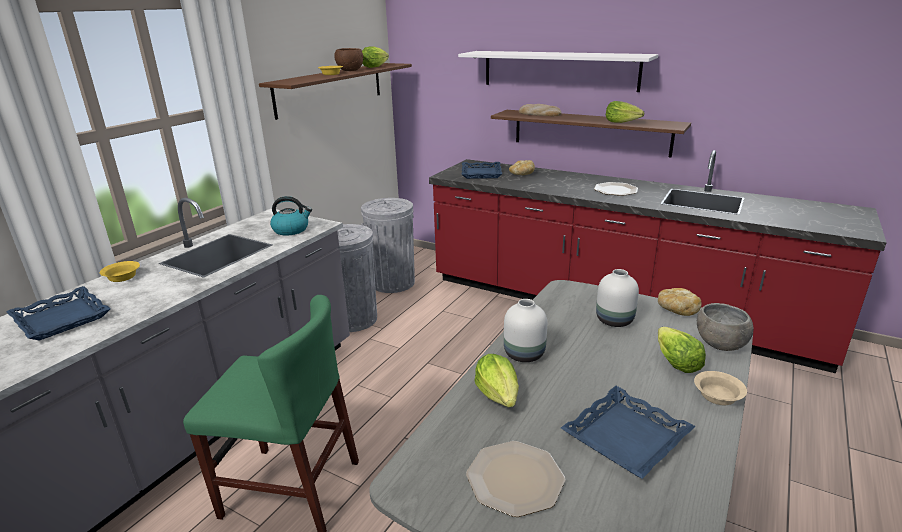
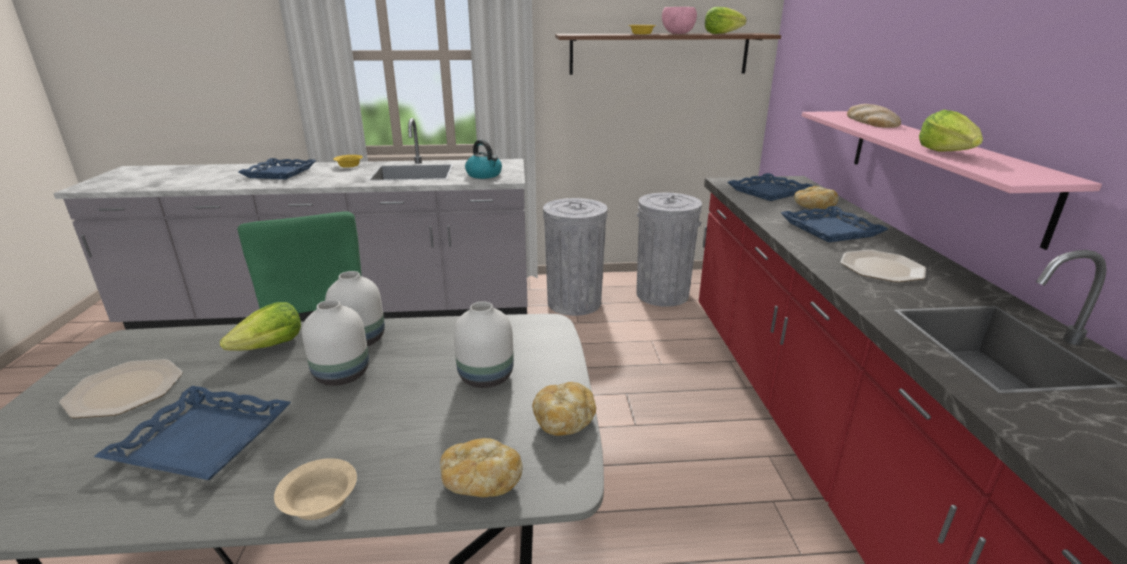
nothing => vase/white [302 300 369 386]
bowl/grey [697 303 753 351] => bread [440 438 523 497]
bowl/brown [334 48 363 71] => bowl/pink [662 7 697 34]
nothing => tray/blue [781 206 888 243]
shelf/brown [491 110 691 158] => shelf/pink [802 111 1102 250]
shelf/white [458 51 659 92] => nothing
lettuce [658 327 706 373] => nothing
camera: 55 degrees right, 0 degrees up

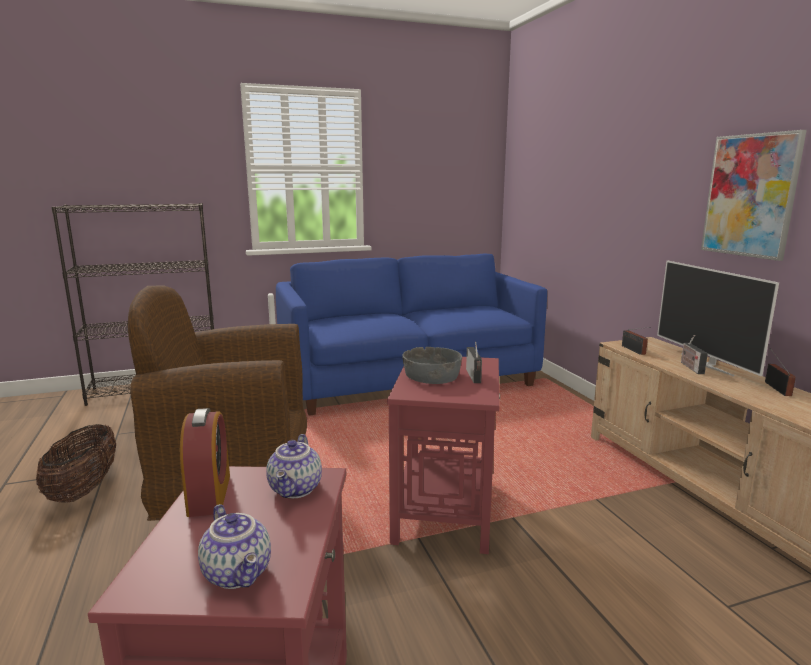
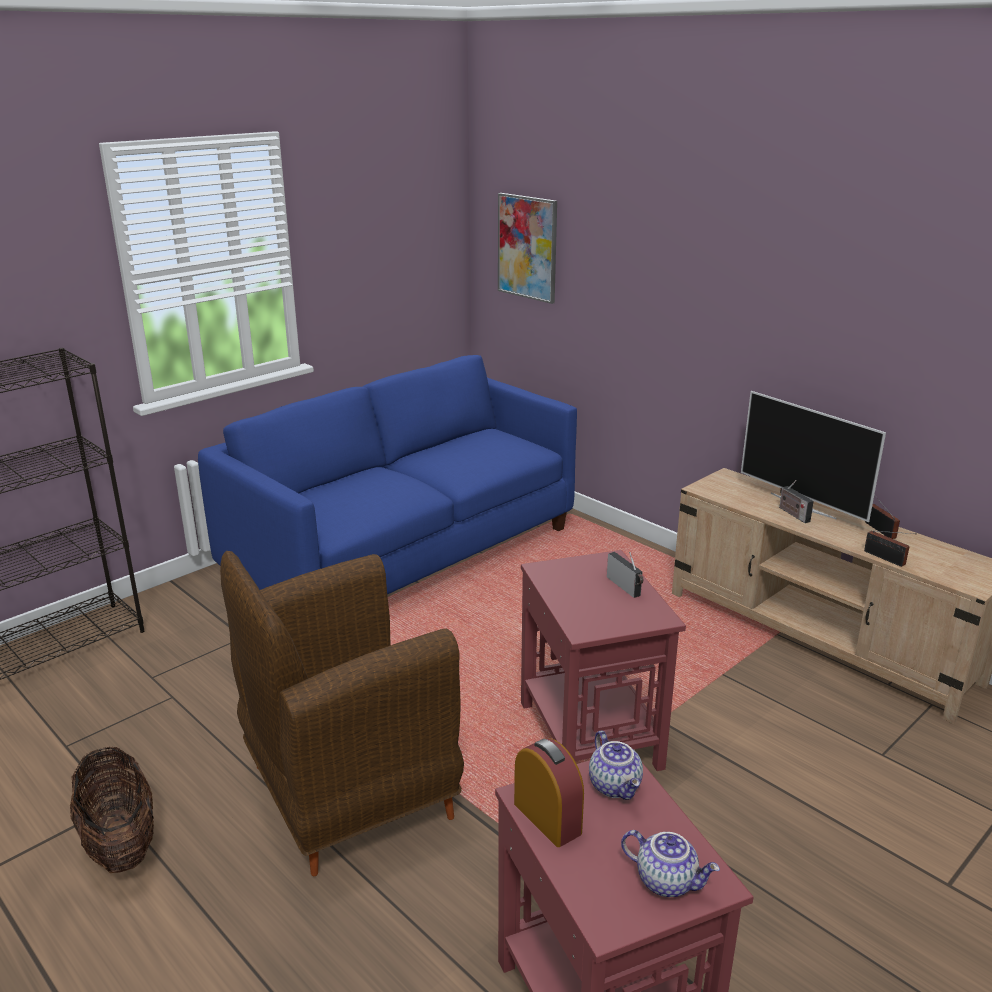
picture [701 130 807 261] => picture [498 193 557 304], moved
radio [622 327 651 355] => radio [864 531 916 567], moved
bowl/grey [402 347 462 384] => nothing
camera: 25 degrees left, 10 degrees up

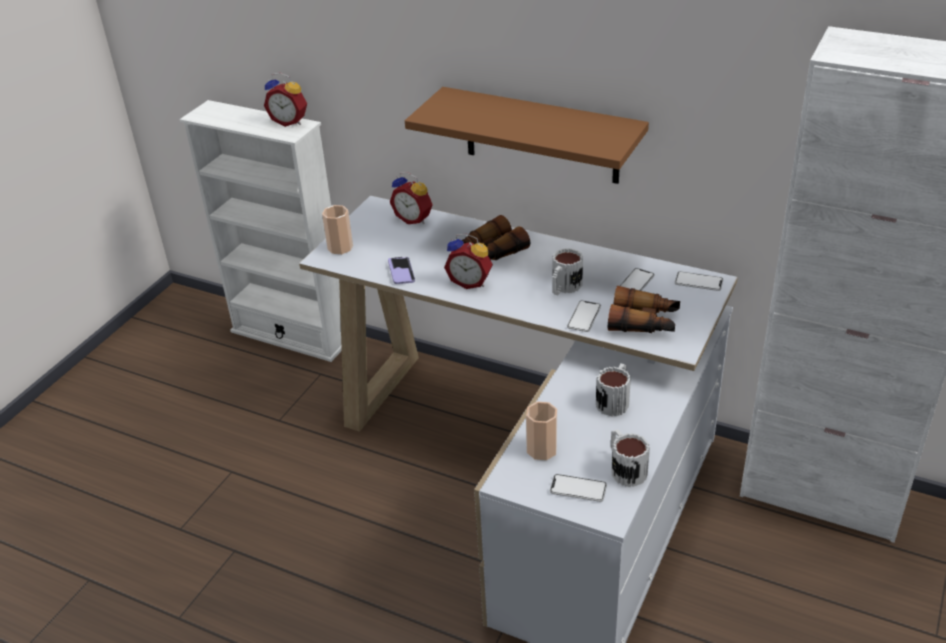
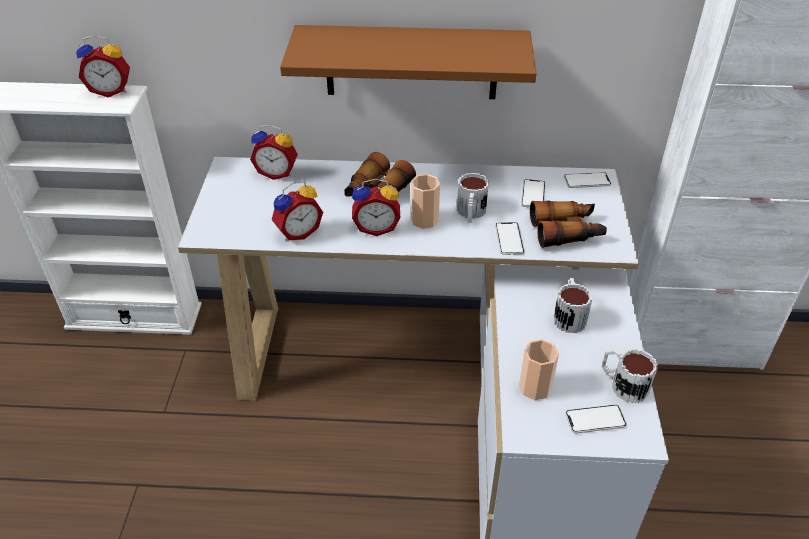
phone [388 257 415 284] => alarm clock [271 181 323 241]
cup [322 205 353 254] => cup [411 174 440 229], moved
camera: 25 degrees left, 5 degrees up

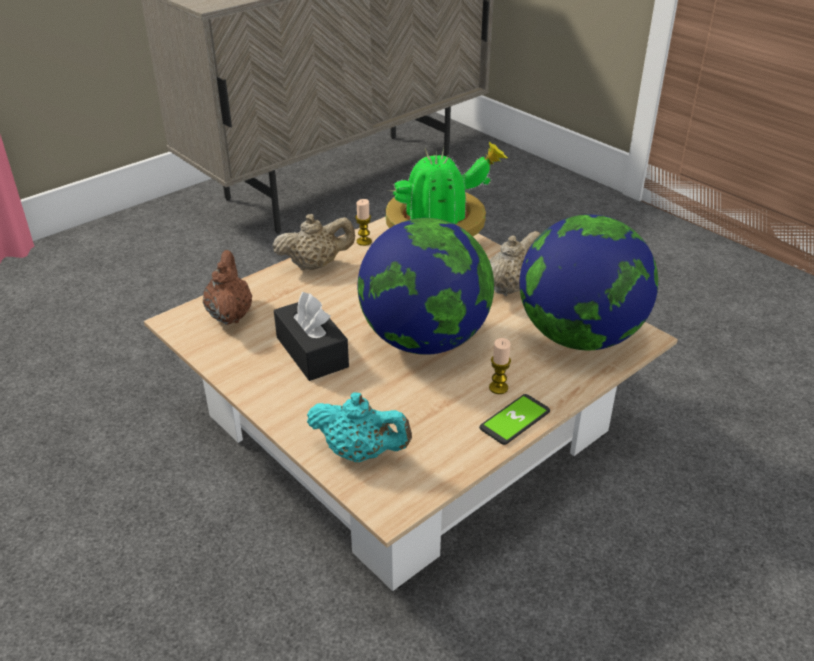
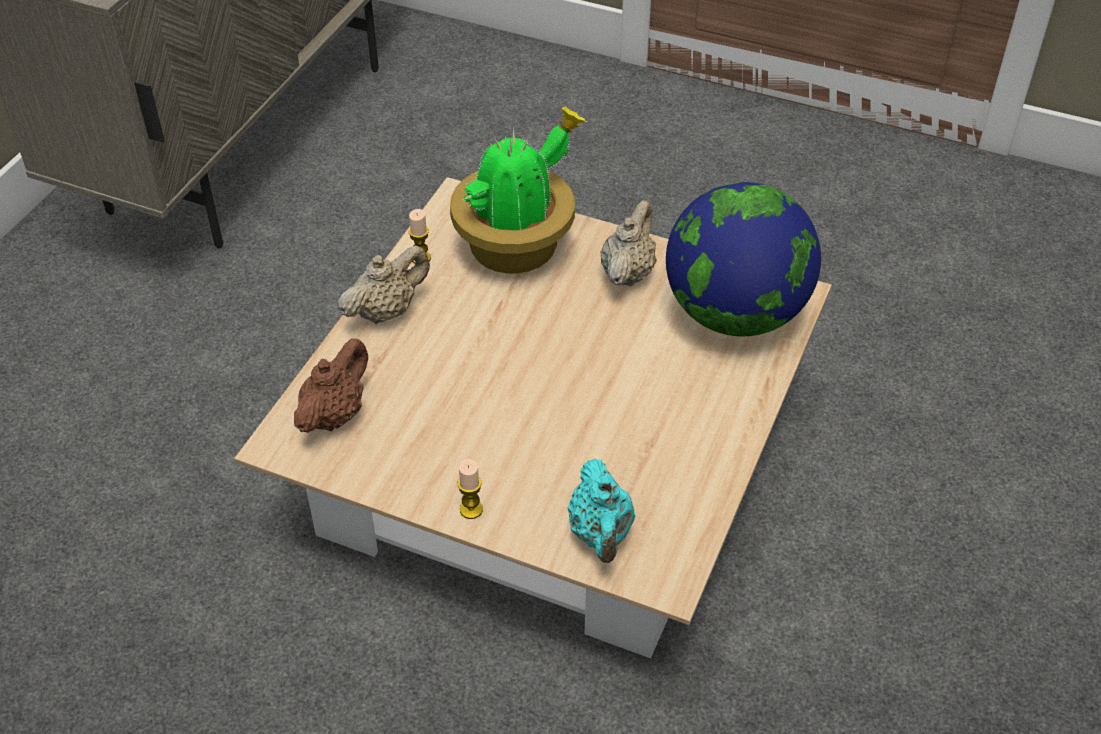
teapot/brown [203 250 252 325] => teapot/brown [294 338 368 433], 60 degrees clockwise
candle [489 338 511 394] => candle [457 459 483 519], moved
teapot/turquoise [307 392 412 462] => teapot/turquoise [568 459 635 563], 90 degrees clockwise
tissue box/black [274 292 349 381] => nothing
globe [358 218 494 355] => nothing
phone [479 394 550 445] => nothing
camera: 25 degrees left, 10 degrees up

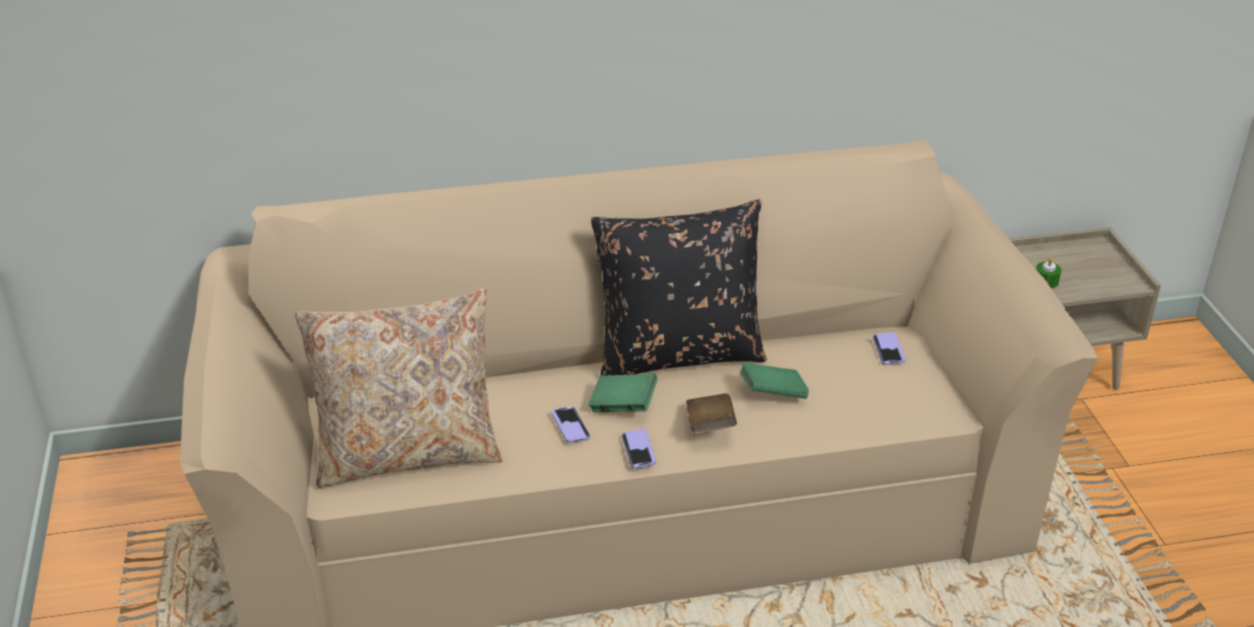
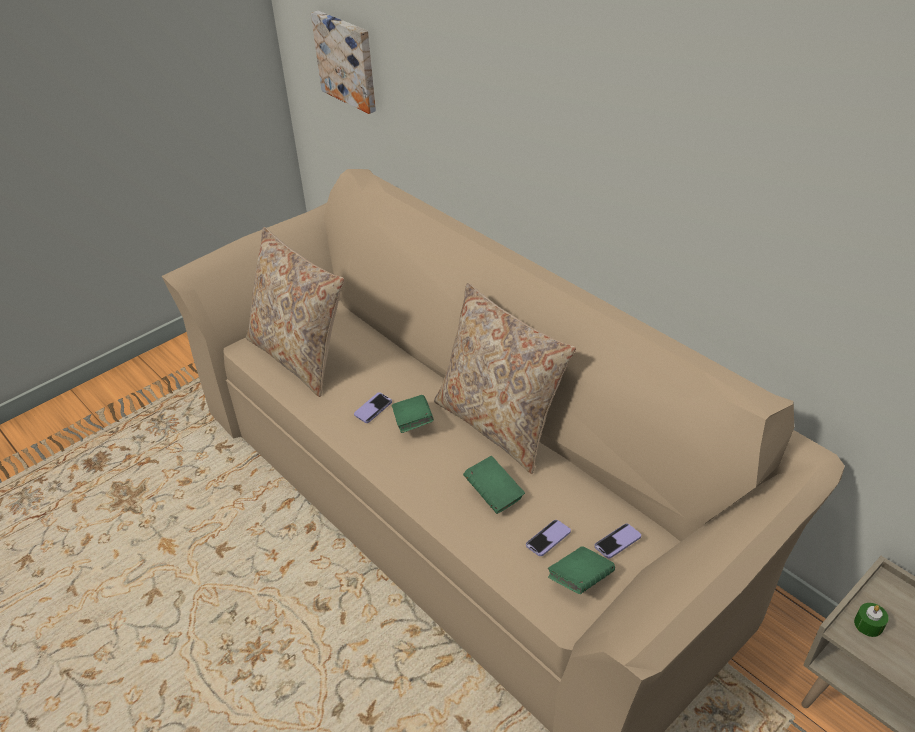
nothing => picture [311 11 376 114]
pillow/black [591 200 767 376] => pillow/beige [434 283 576 474]
phone [622 429 656 469] => phone [526 520 571 556], moved
nothing => book/green [548 546 615 594]
book/brown [686 393 737 435] => nothing
camera: 60 degrees right, 5 degrees up

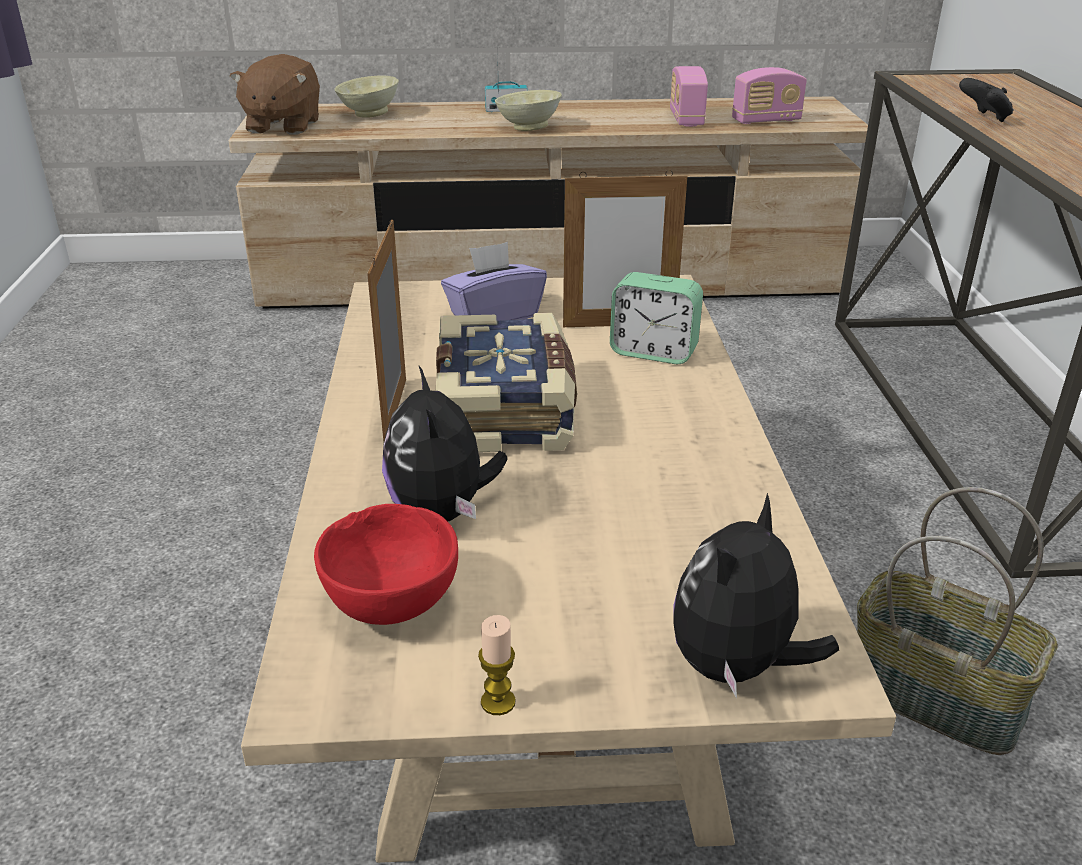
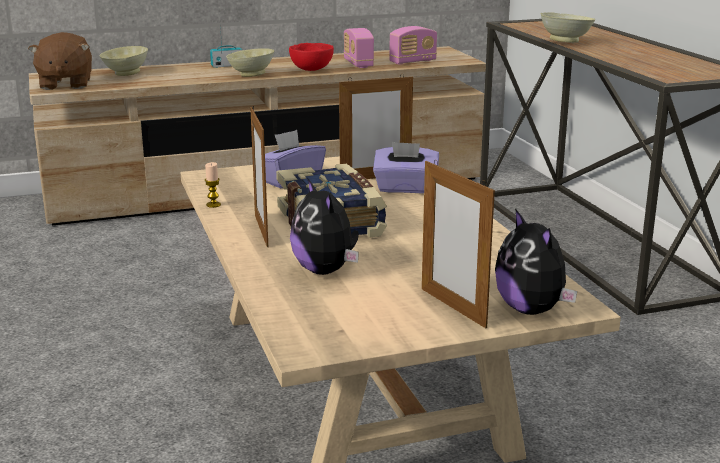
candle [478 615 515 715] => candle [205 162 221 208], moved
bowl/red [314 504 458 625] => bowl/red [289 43 334 71], moved
alarm clock [610 272 703 364] => tissue box/purple [373 142 439 193]
nothing => picture frame [422 160 495 328]
plush toy [673 493 839 698] => plush toy [495 208 577 315], 45 degrees counterclockwise
game controller/black [959 78 1013 122] => bowl/beige [541 12 595 43]
basket [857 487 1058 755] => nothing
camera: 15 degrees left, 10 degrees down

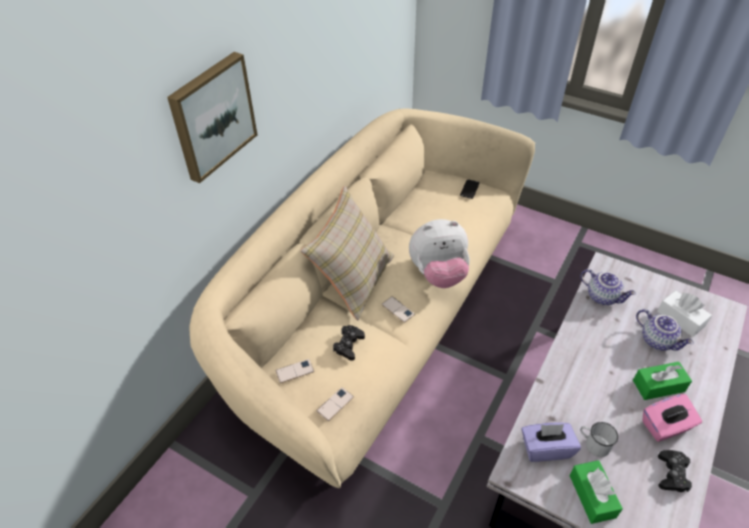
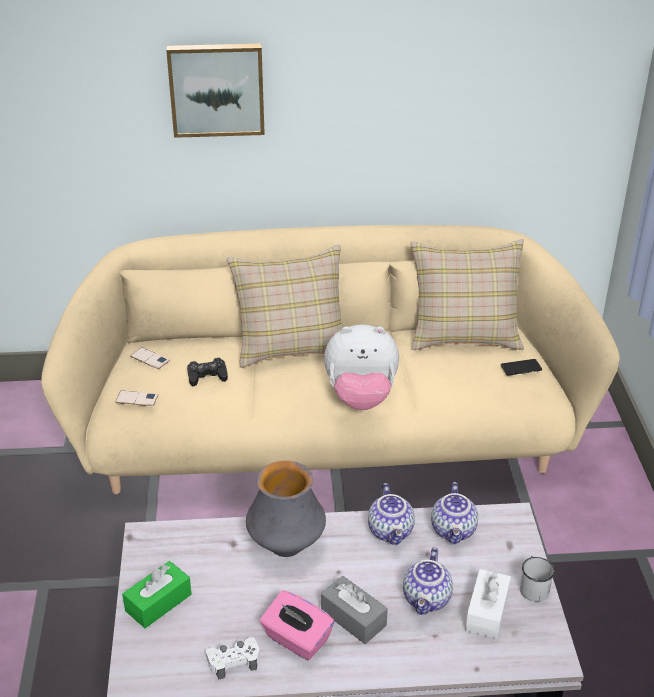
game controller/black [658 450 692 492] => game controller/white [206 637 260 680]
nothing => vase [246 461 326 557]
tissue box/green [633 362 692 400] => tissue box/grey [321 576 388 644]
plush toy [409 219 470 288] => plush toy [324 325 399 410], 45 degrees counterclockwise
nothing => teapot [368 483 415 545]
nothing => pillow/beige [410 239 524 350]
mug/white [580 422 618 457] => mug/white [520 556 555 602], moved
phone [382 296 415 323] => nothing
tissue box/purple [521 422 581 462] => nothing
camera: 55 degrees right, 10 degrees down

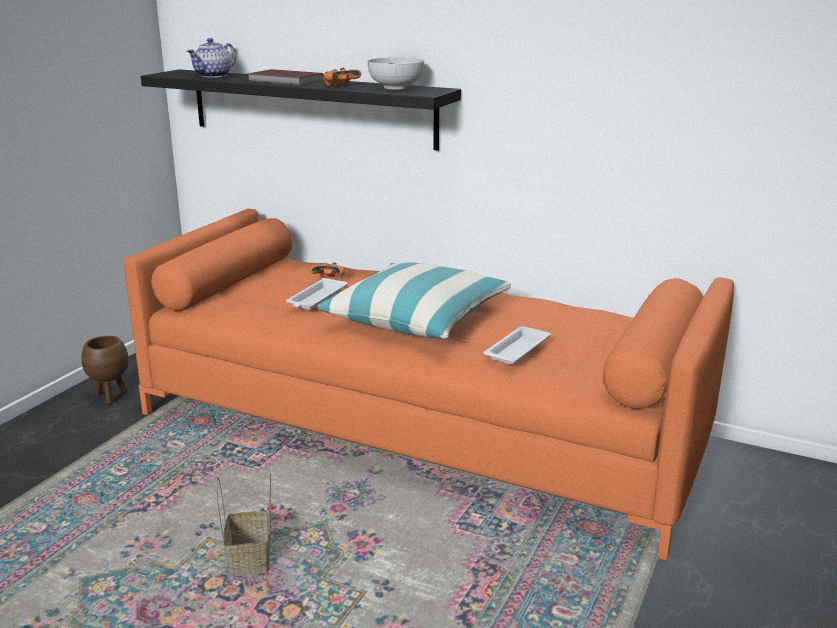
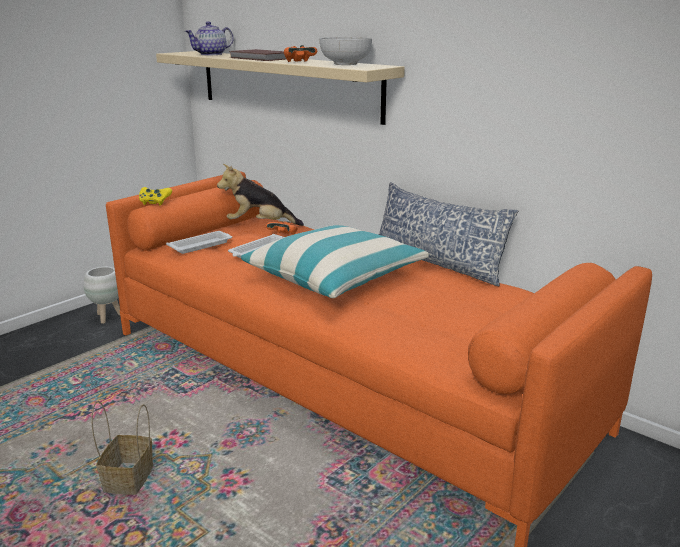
planter/brown [81 336 129 405] => planter/white [84 267 120 324]
nothing => game controller/yellow [139 187 172 206]
shelf/black [141 69 461 150] => shelf/beige [156 51 405 125]
tray/white [483 326 551 364] => tray/white [166 231 232 254], moved
nothing => plush toy [217 164 304 226]
nothing => pillow [378 182 518 286]
camera: 15 degrees right, 0 degrees up

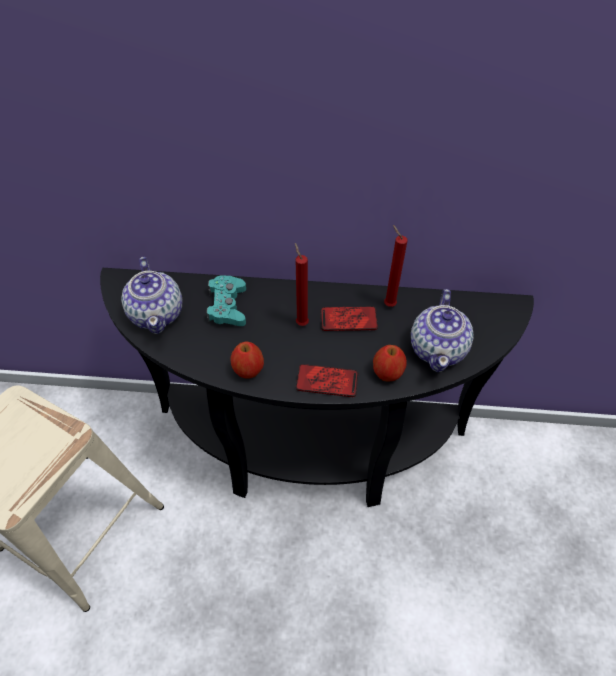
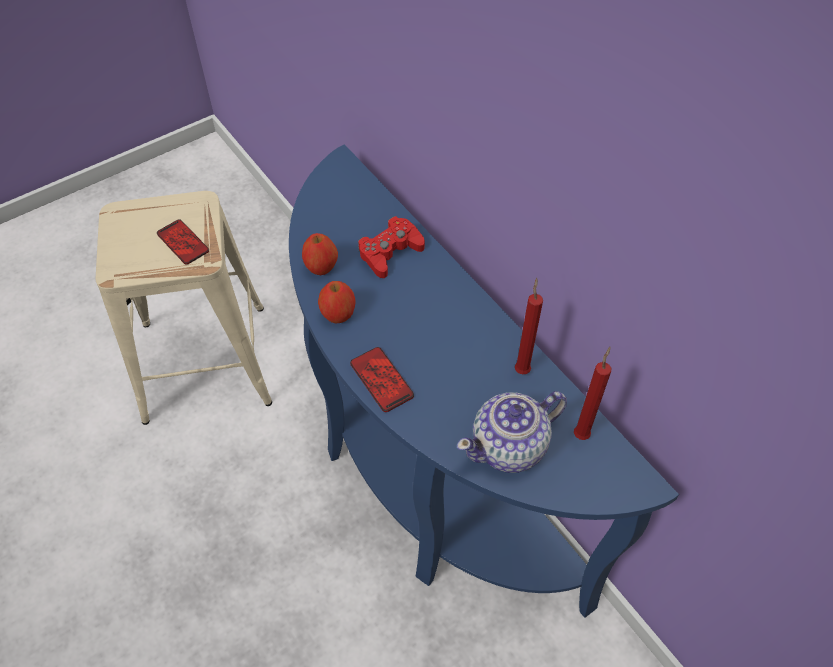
phone [321 306 378 331] => phone [157 219 209 265], moved
console table/black [100 268 534 507] => console table/blue [289 144 679 618]
apple [373 345 407 382] => apple [302 233 338 275], moved
game controller/turquoise [207 275 246 326] => game controller/red [358 216 425 278]
candle/red [295 243 309 326] => candle/red [574 347 611 440], moved
teapot [121 257 182 334] => nothing
camera: 50 degrees right, 0 degrees up

